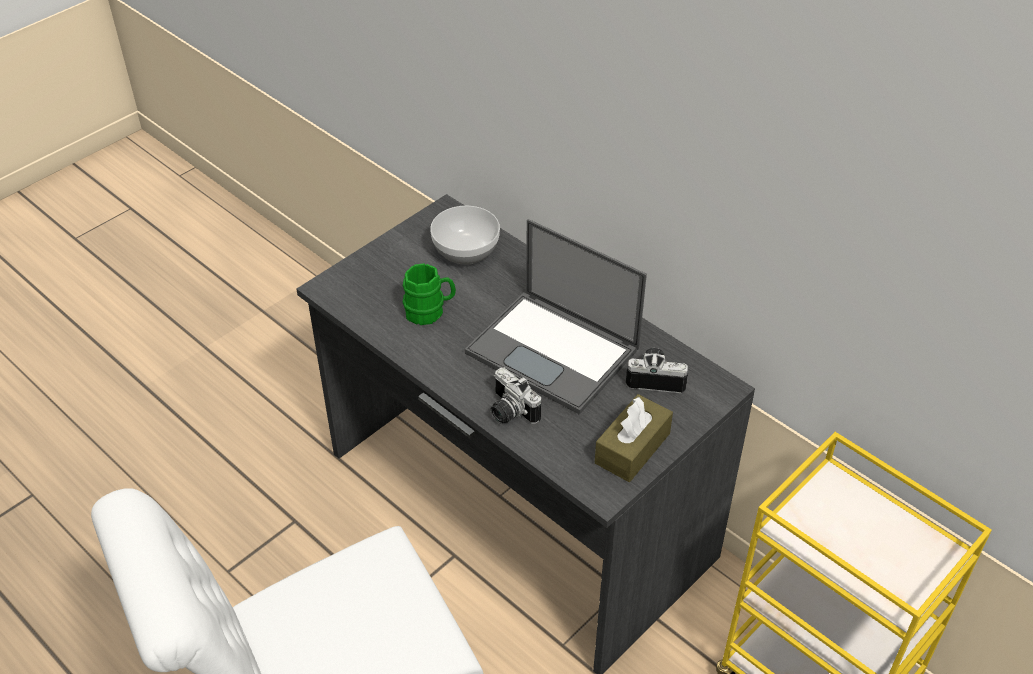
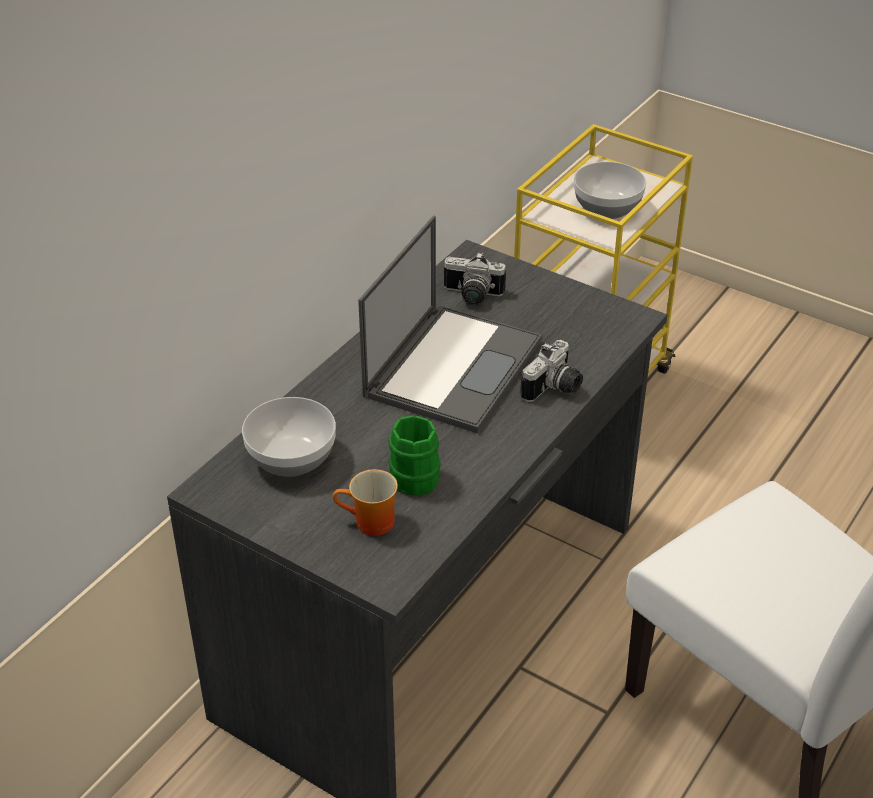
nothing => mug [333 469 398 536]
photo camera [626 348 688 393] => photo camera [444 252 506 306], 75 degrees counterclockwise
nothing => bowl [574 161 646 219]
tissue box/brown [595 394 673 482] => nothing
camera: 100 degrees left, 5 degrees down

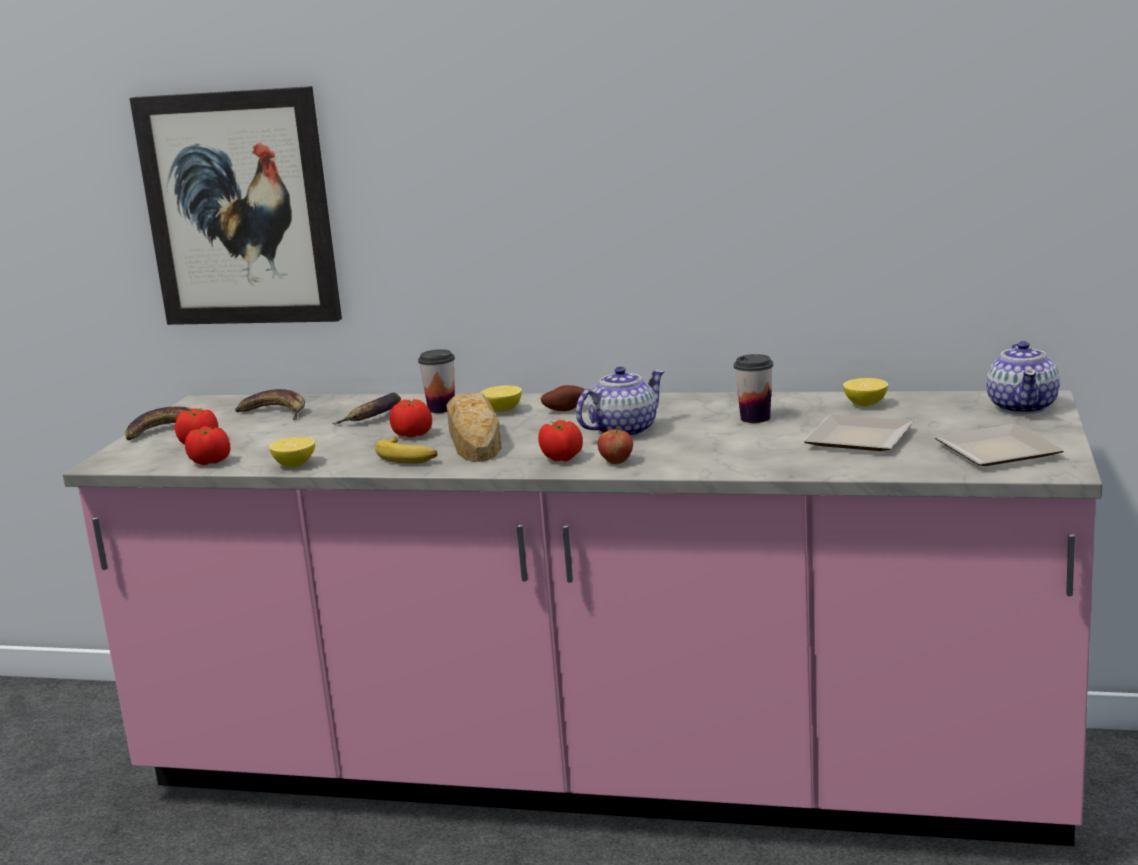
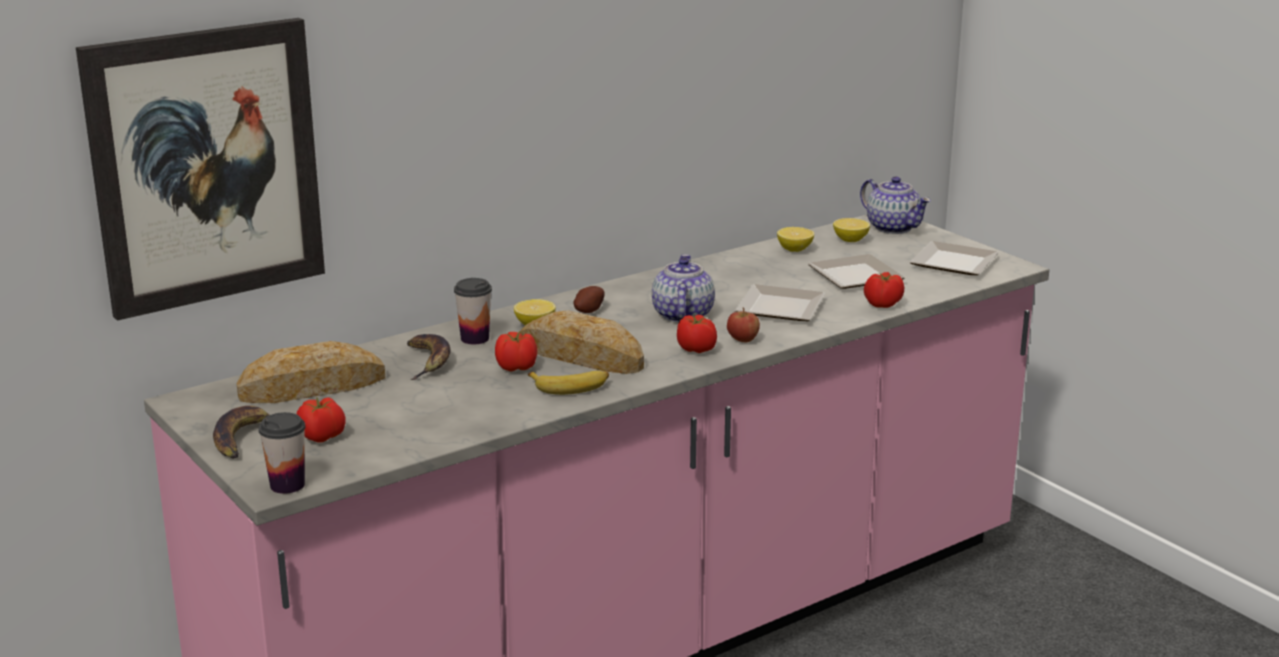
banana [235 389 305 420] => bread [237 341 385 403]
cup [734 354 773 423] => cup [258 412 306 494], moved
nothing => plate [735 284 825 321]
lemon [269 437 315 467] => lemon [833 218 870 242], moved
tomato [185 426 231 465] => tomato [864 272 904 308], moved
camera: 50 degrees left, 5 degrees up

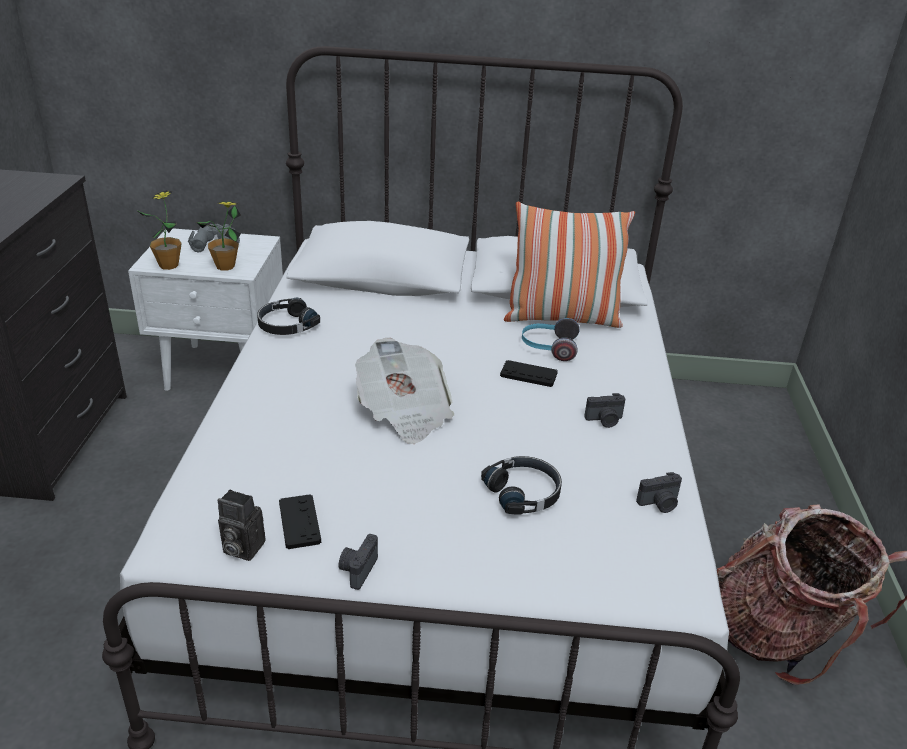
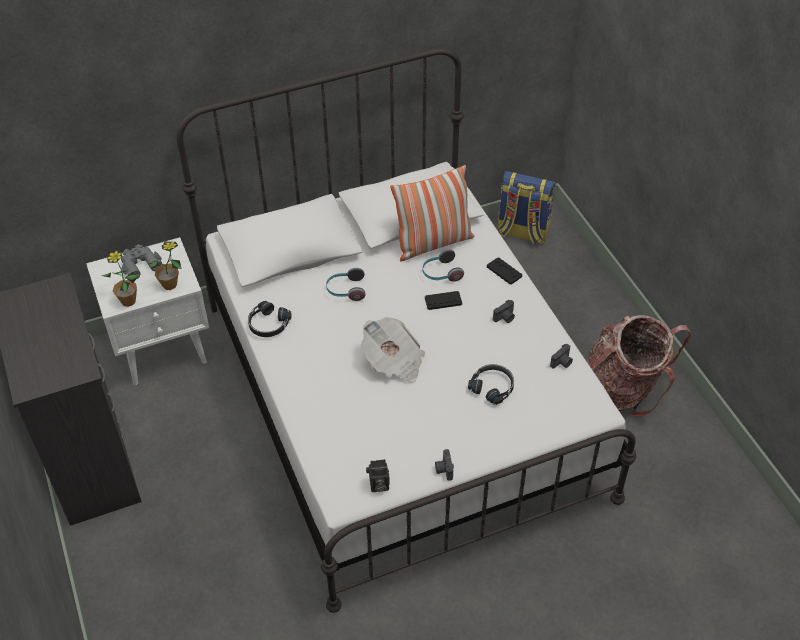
nothing => headphones [326 268 366 301]
game controller/black [279 494 321 549] => game controller/black [487 257 522 285], moved
nothing => backpack [498 171 556 244]
camera: 25 degrees left, 15 degrees up

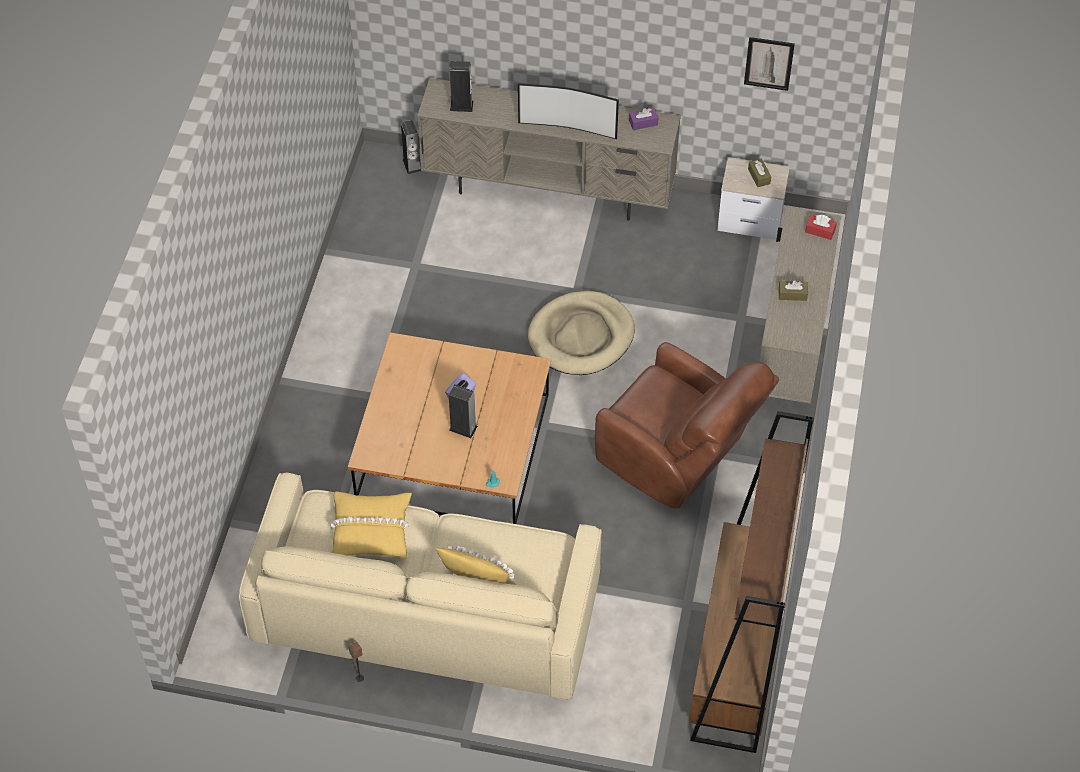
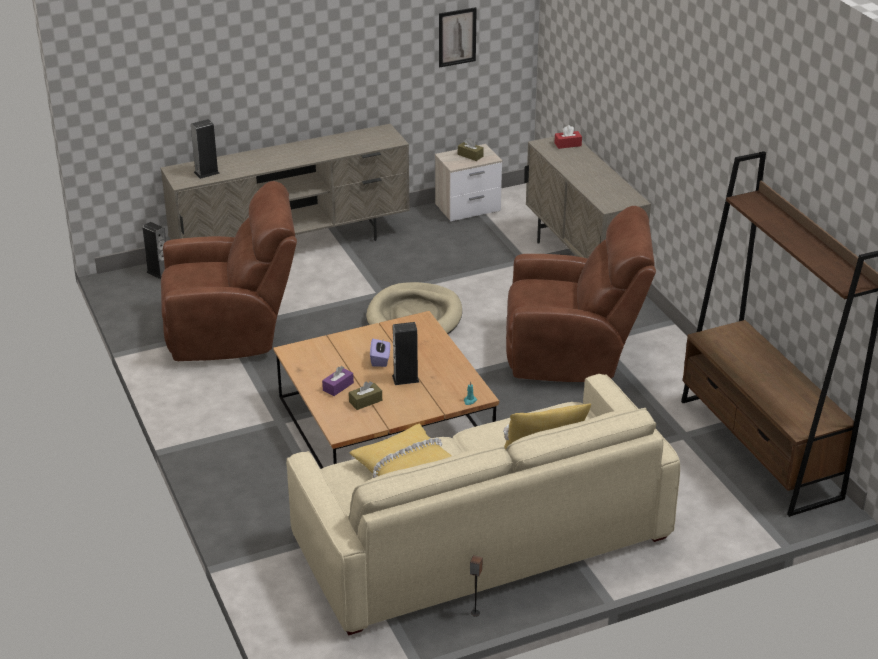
nothing => armchair/brown [161 181 297 361]
tissue box/purple [629 108 659 130] => tissue box/purple [322 366 354 396], moved
tissue box/brown [778 280 808 301] => tissue box/brown [349 381 382 410], moved
television [518 83 619 139] => nothing
camera: 35 degrees left, 20 degrees down

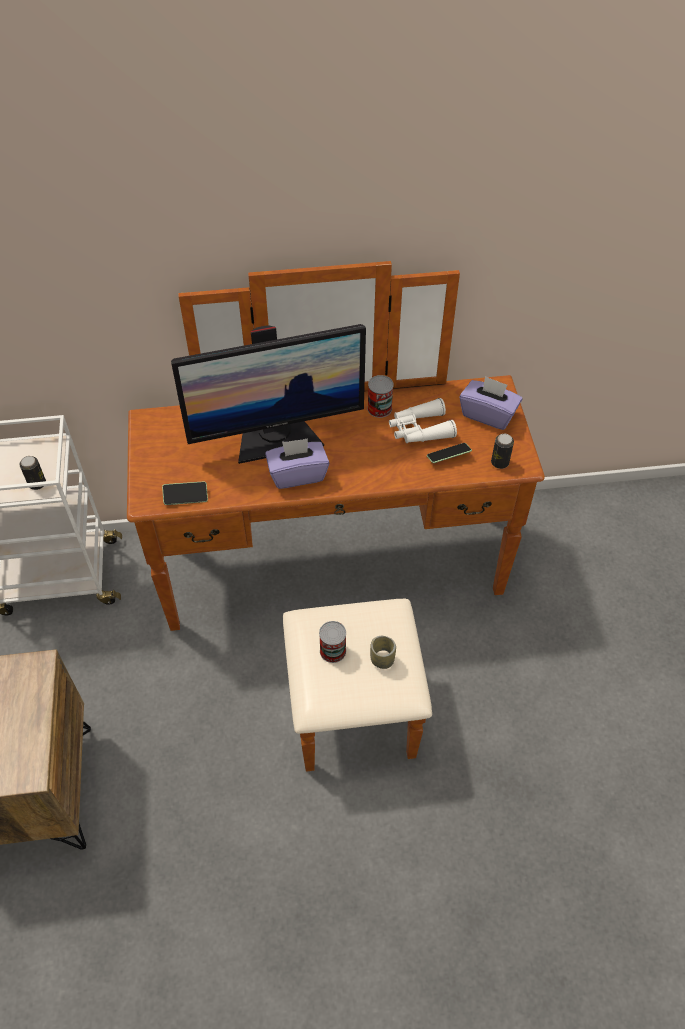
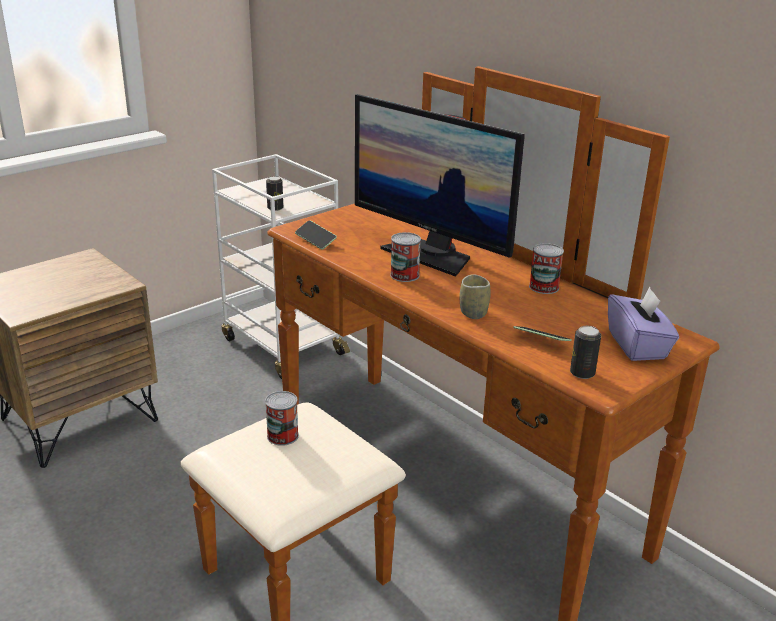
tissue box/purple [265 438 329 489] => can [390 232 421 282]
cup [370 636 396 669] => cup [459 274 490 319], moved
binoculars/white [389 398 457 443] => nothing
camera: 55 degrees right, 25 degrees down

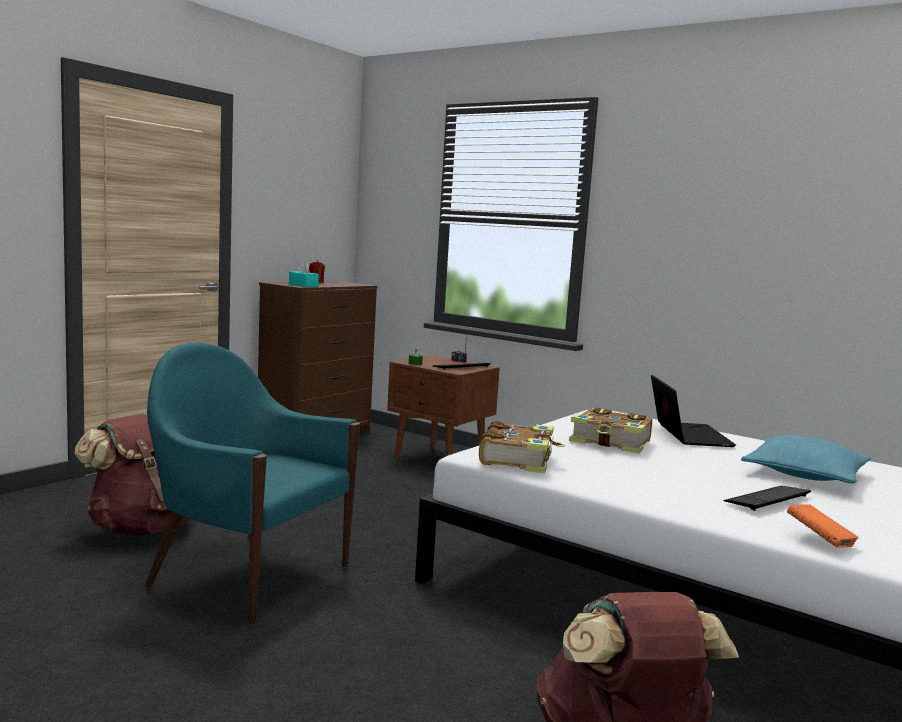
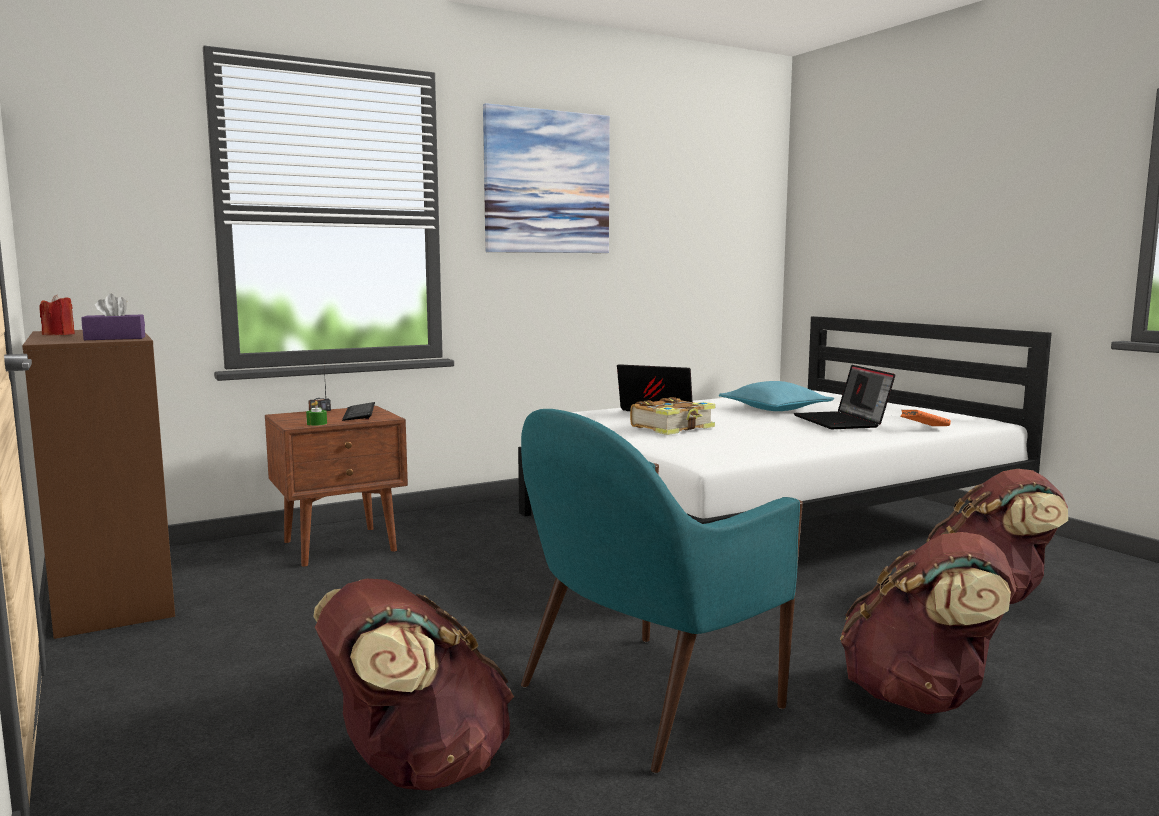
tissue box/turquoise [289 260 319 287] => tissue box/purple [81 294 145 340]
nothing => picture [483 103 610 253]
keyboard [723 486 811 511] => laptop [794 365 895 429]
nothing => backpack/brown [840 532 1016 714]
book [479 421 565 473] => nothing
camera: 65 degrees left, 0 degrees up

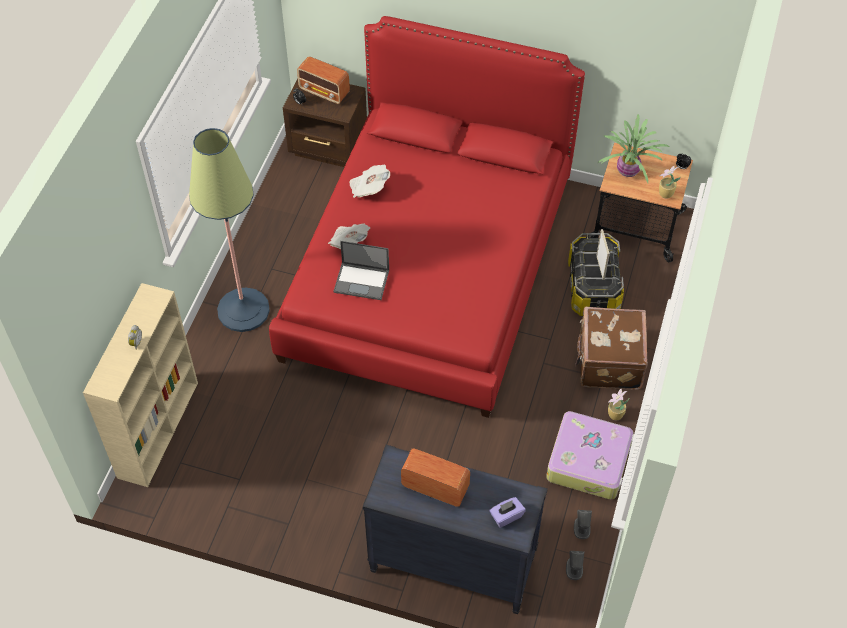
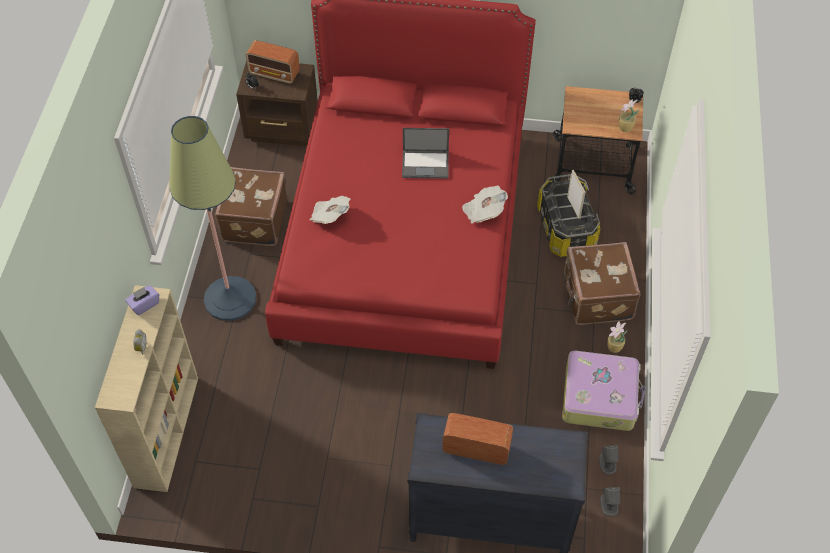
tissue box/purple [489 497 526 528] => tissue box/purple [125 285 159 315], moved
nothing => suitcase/brown [215 167 288 246]
laptop [333 241 389 300] => laptop [402 128 449 179], moved
newspaper [349 165 390 198] => newspaper [462 186 508 224], moved
potted plant [598 114 669 183] => nothing
camera: 10 degrees left, 0 degrees up

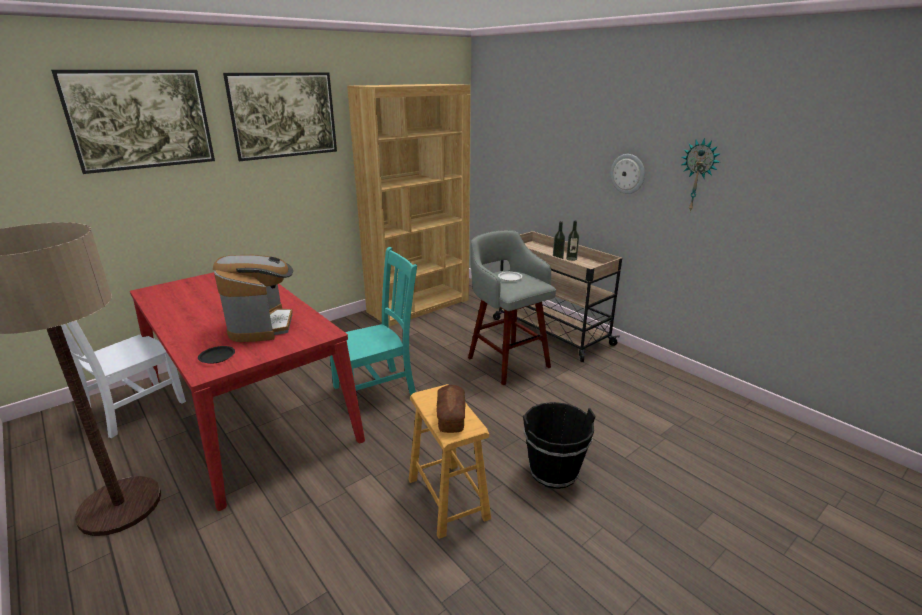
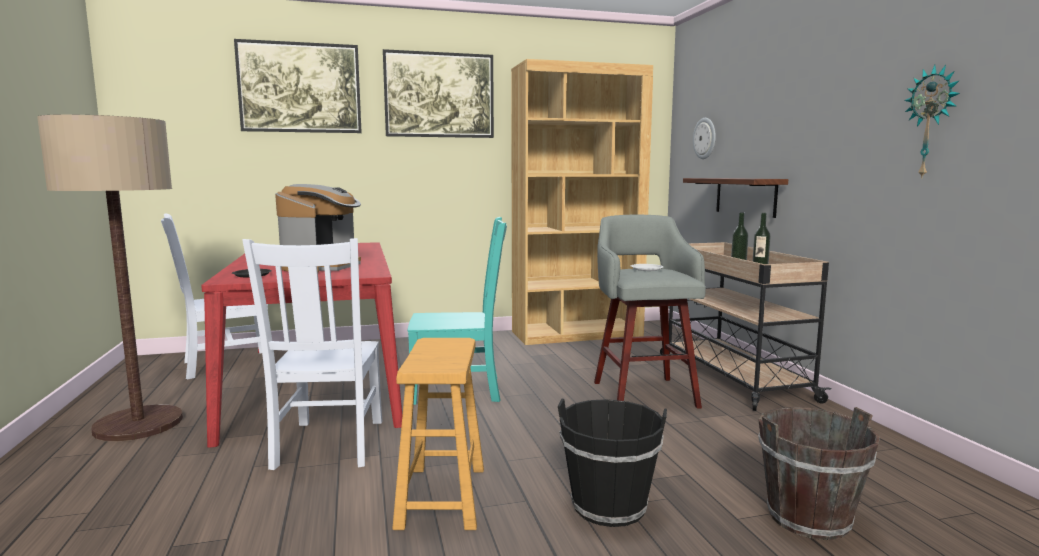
nothing => chair/white [242 238 382 470]
nothing => shelf [683 178 788 218]
wall clock [610 154 645 194] => wall clock [693 118 716 159], moved
nothing => bucket/brown [758 407 880 540]
bread [436 385 465 433] => nothing
camera: 25 degrees right, 15 degrees down

